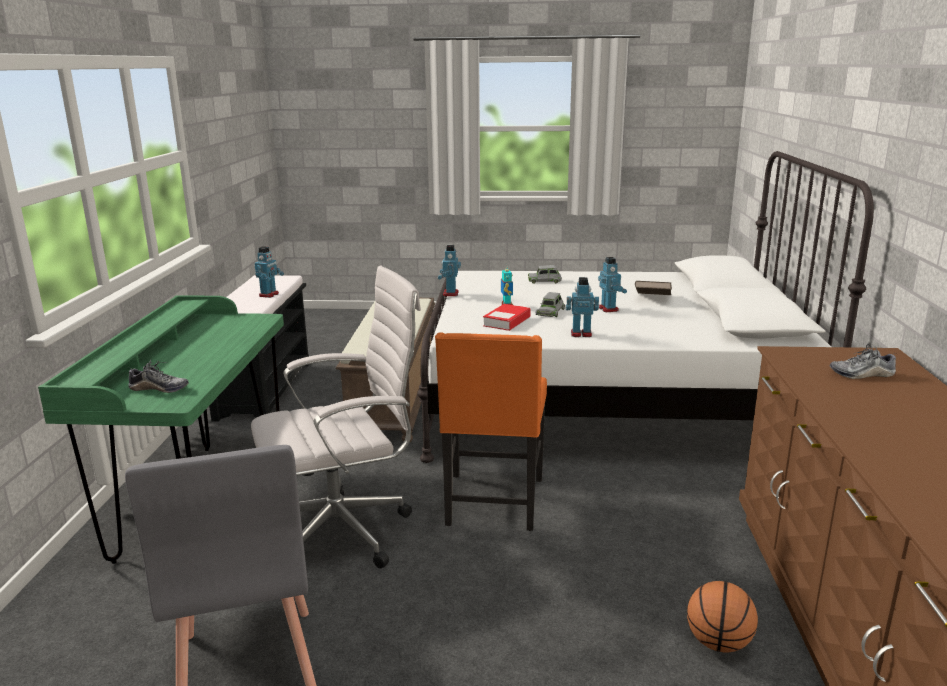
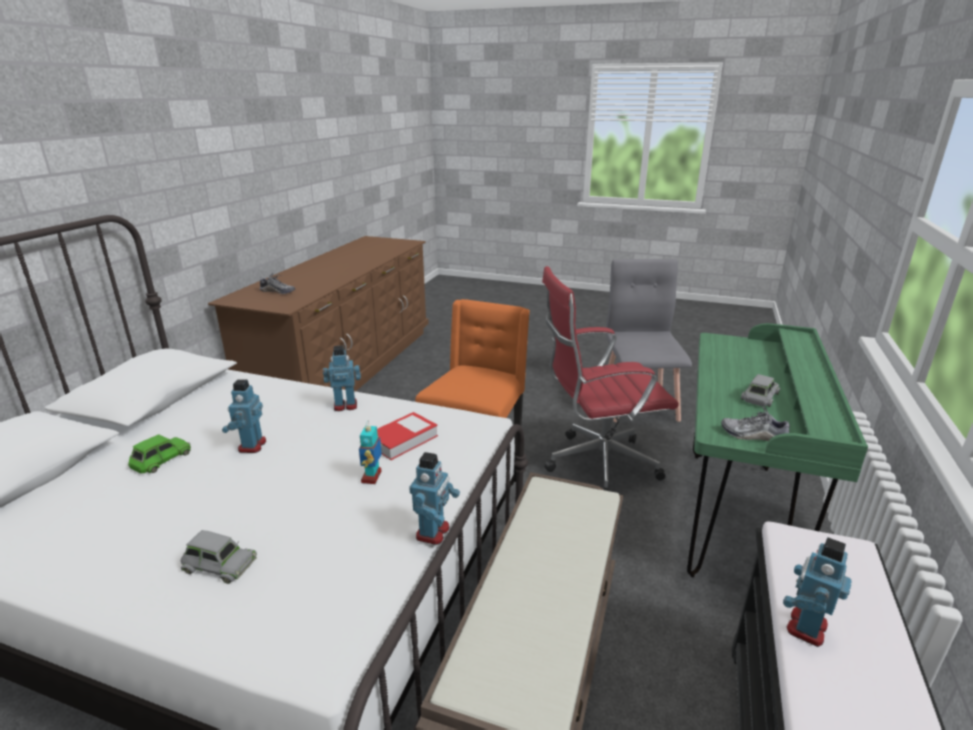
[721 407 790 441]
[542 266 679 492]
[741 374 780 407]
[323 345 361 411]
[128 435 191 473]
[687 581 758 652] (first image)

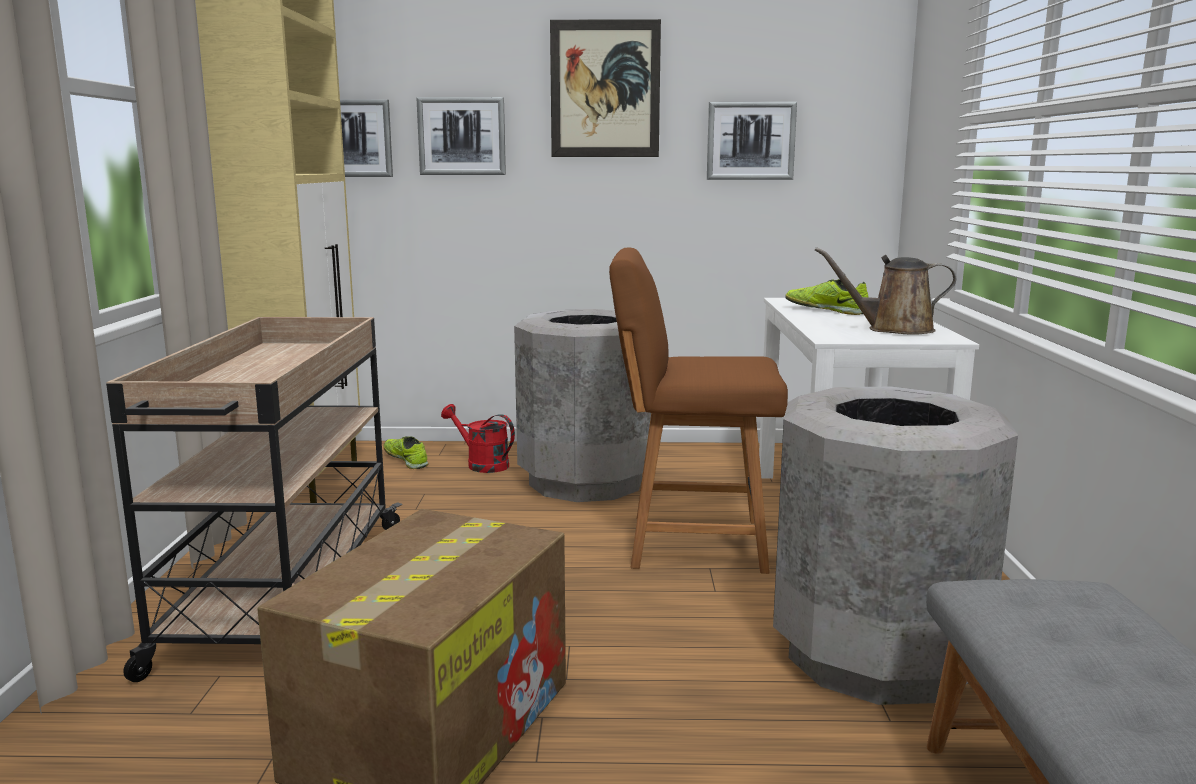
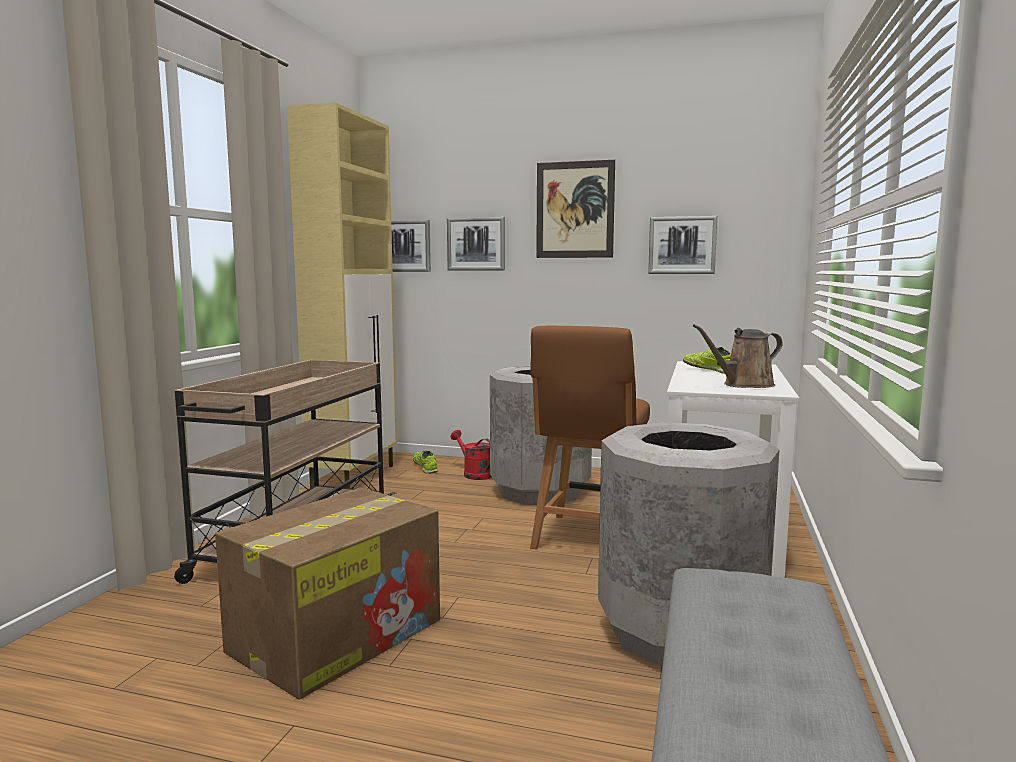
[530 326 650 549]
[693 324 783 388]

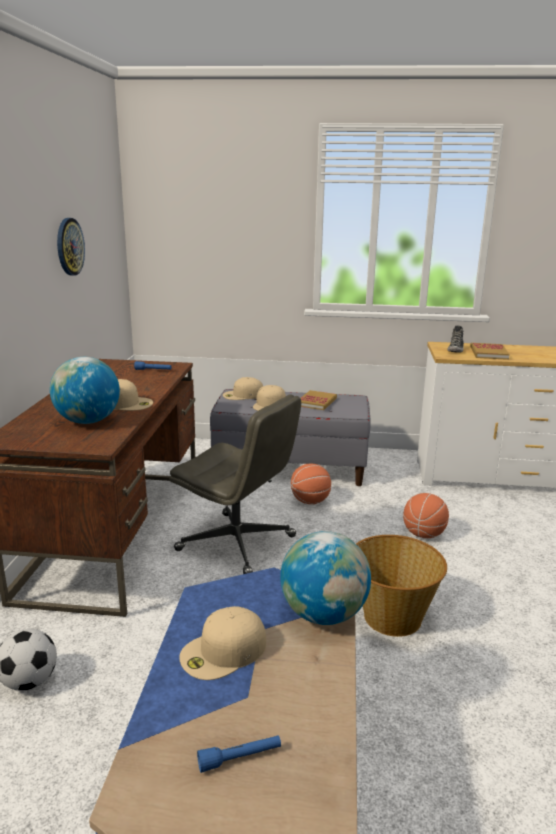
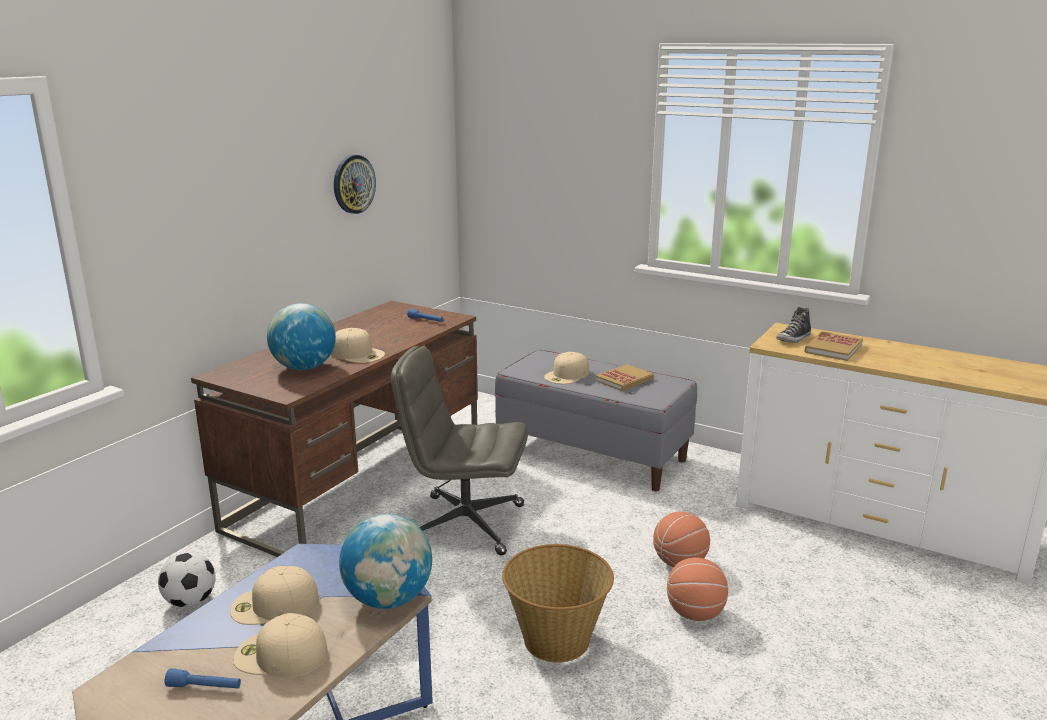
[391 346 528 555]
[233 613 328 678]
[667 557 728 621]

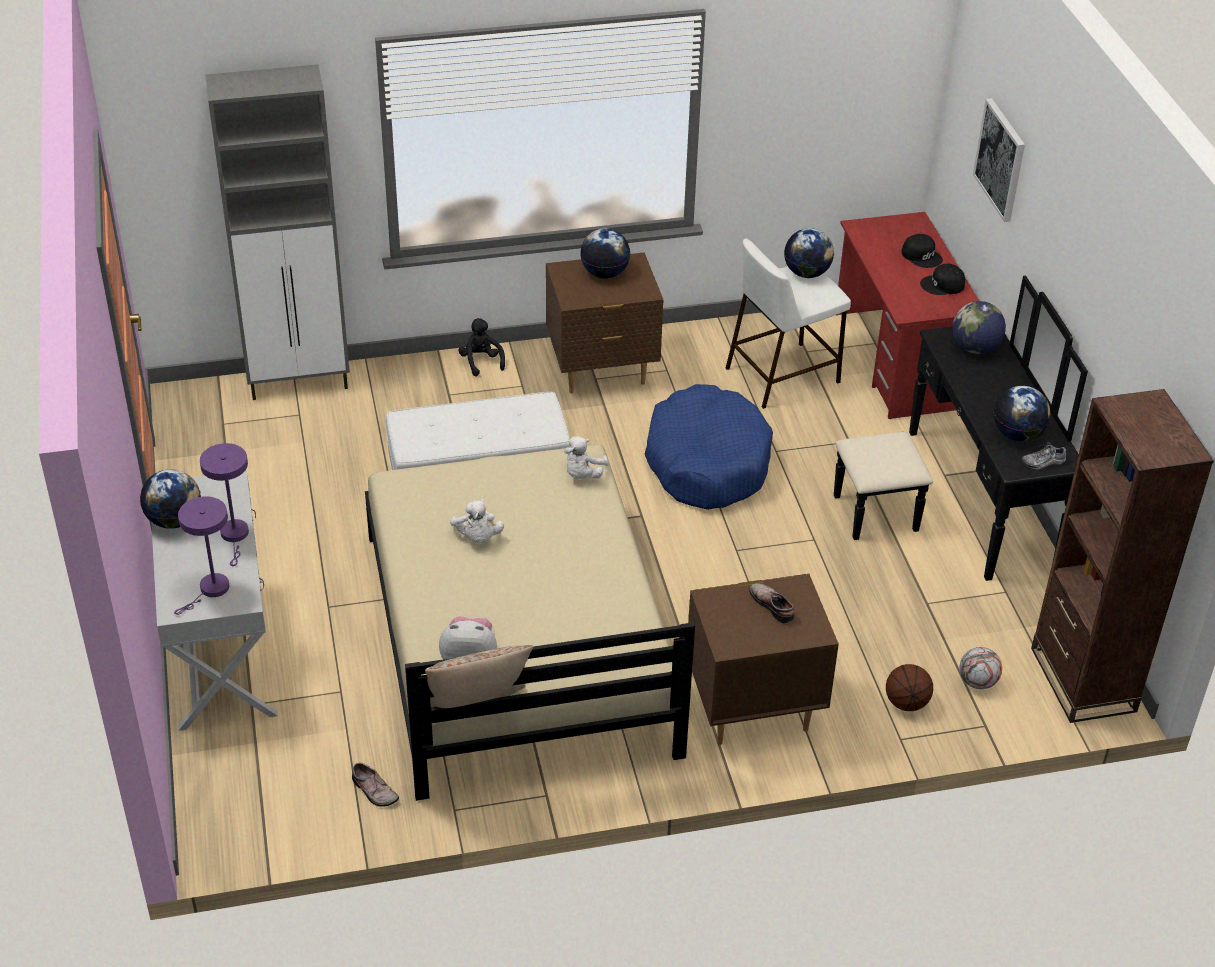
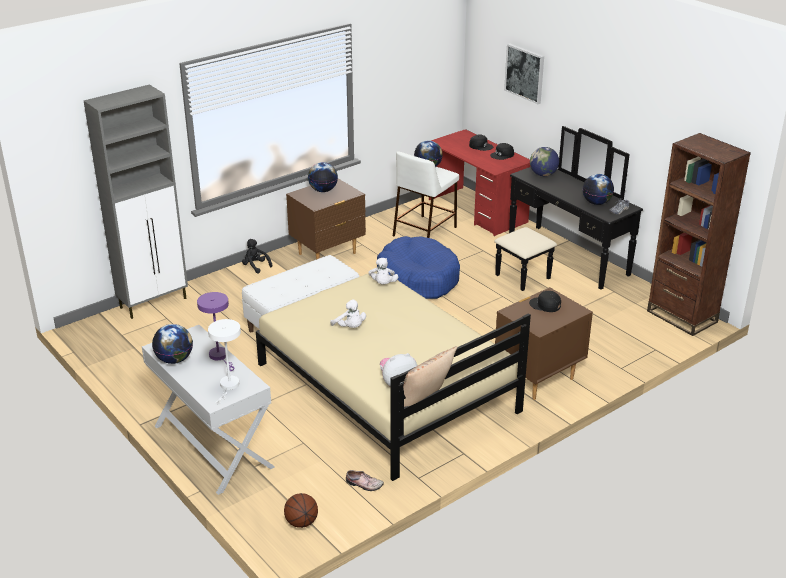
[208 319 241 404]
[529 291 561 312]
[284 493 318 528]
[960 647 1002 689] (first image)

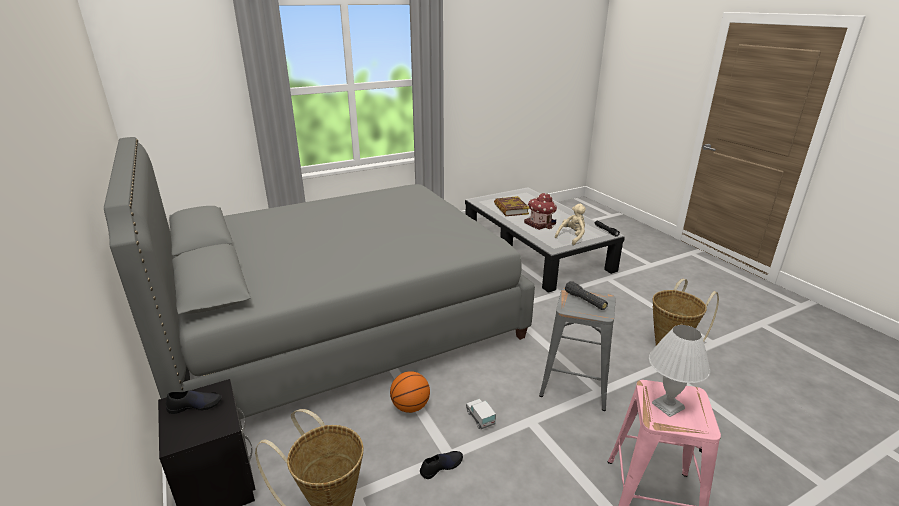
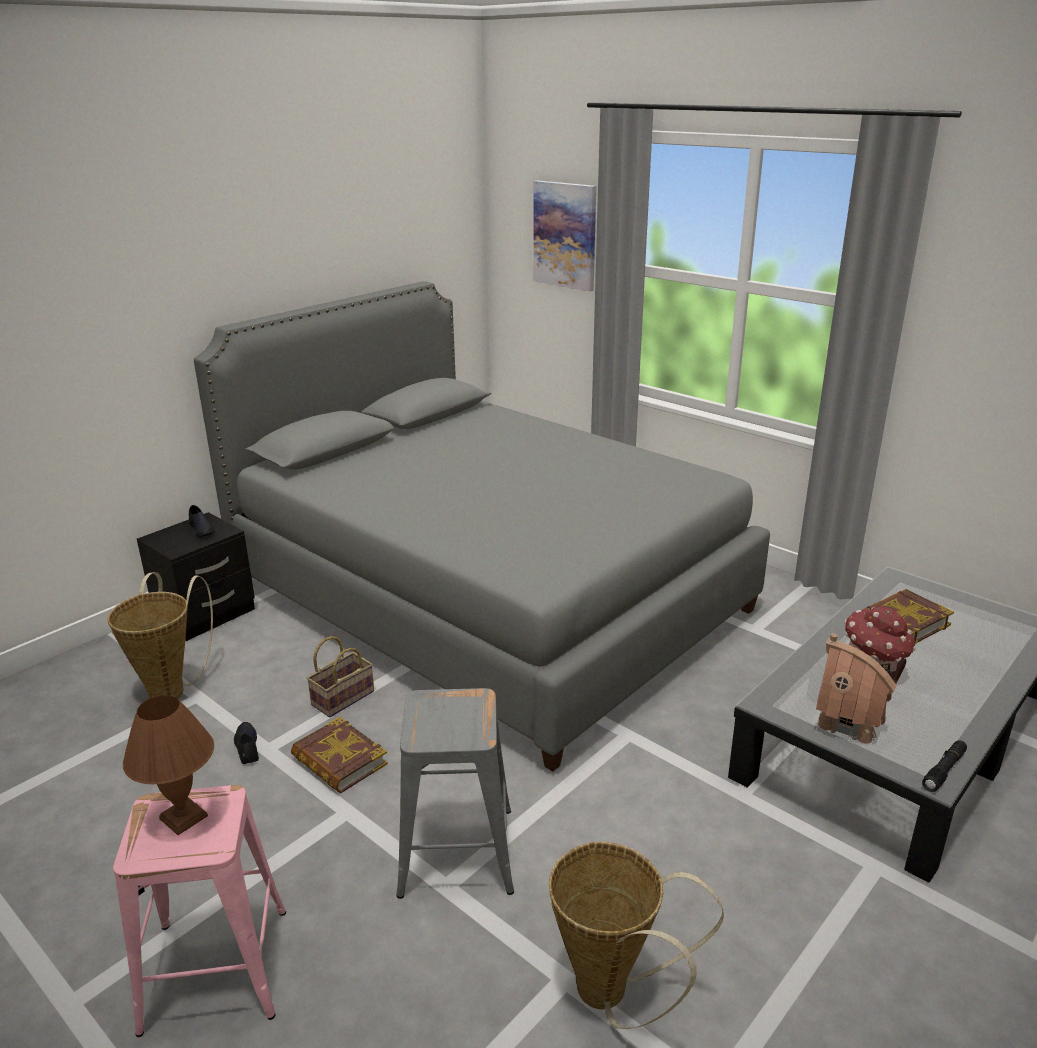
[306 636 374 717]
[234 722 259 764]
[291 717 388 794]
[815 633 897 743]
[565 281 608 310] (first image)
[123 695 214 835]
[533 180 596 292]

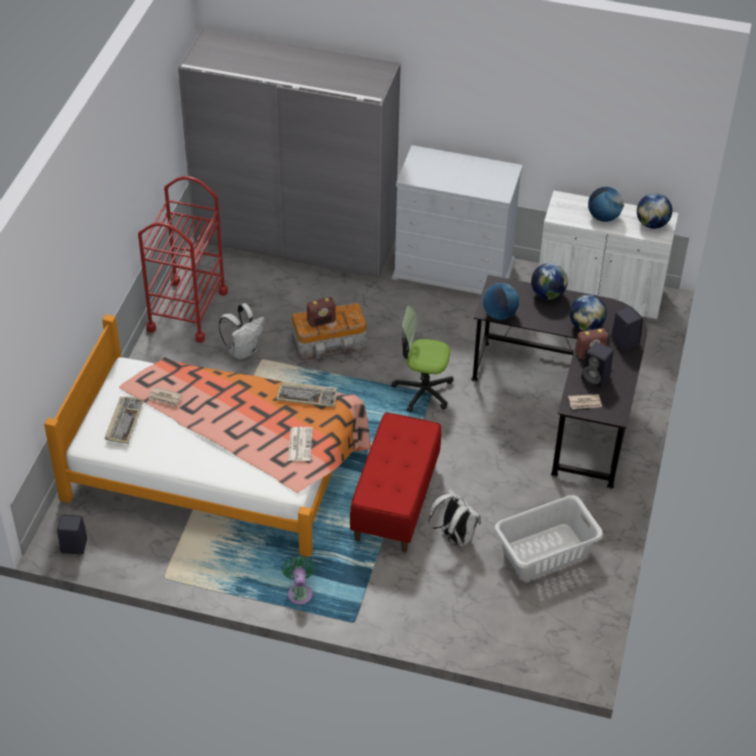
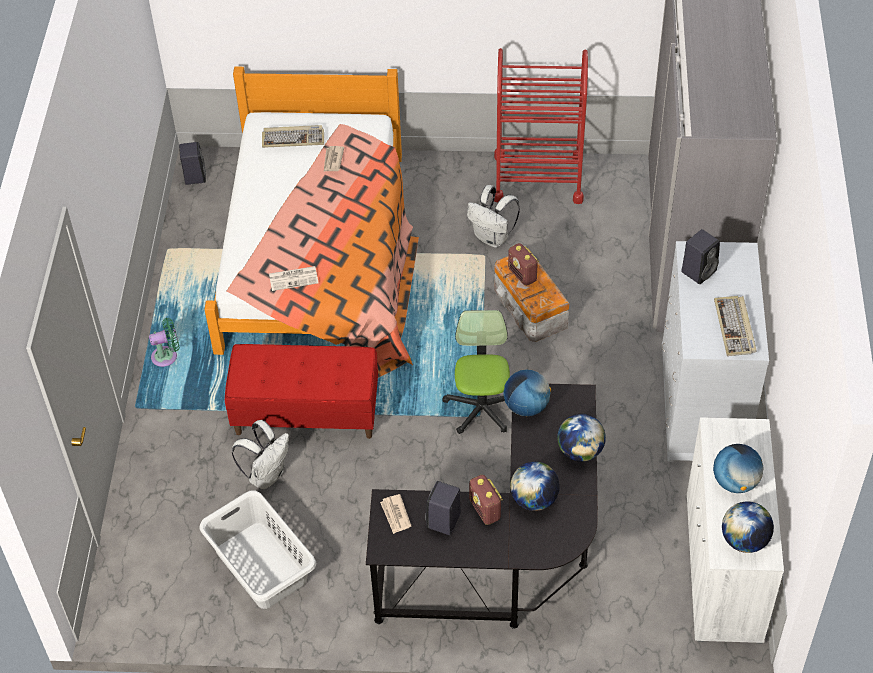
[714 296 757 356]
[681 229 720 284]

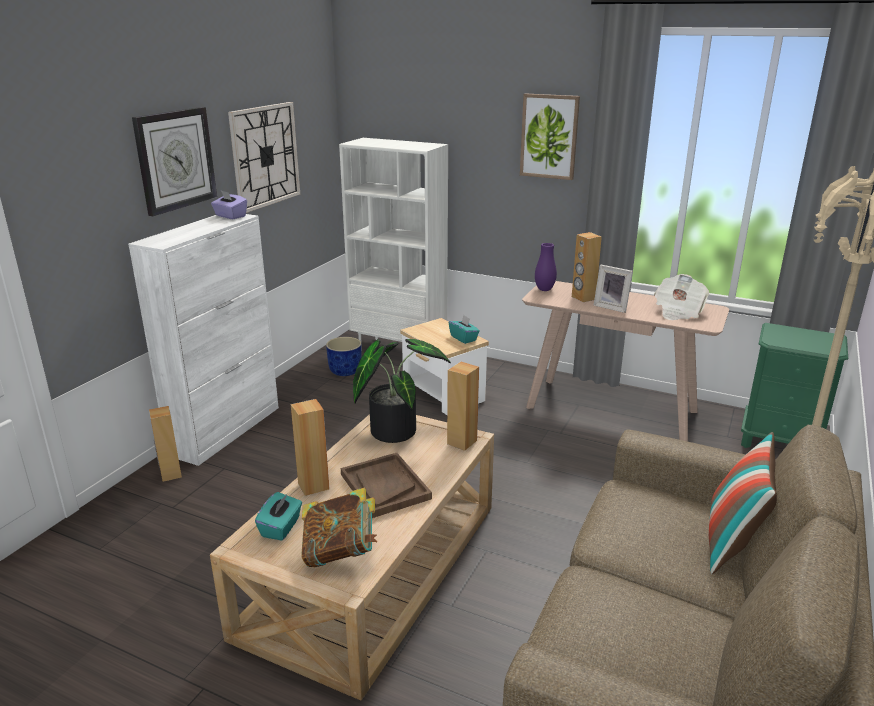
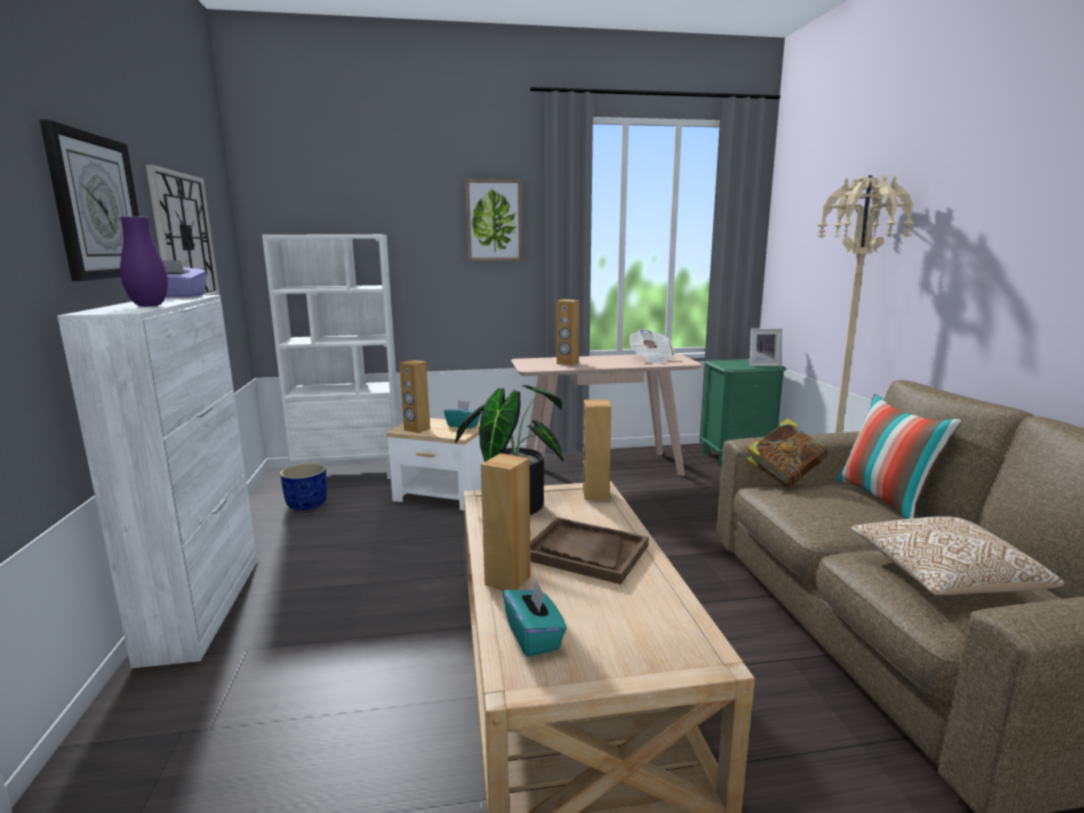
[400 360 430 433]
[746 418 828 488]
[120 216 168 307]
[750 328 782 366]
[850 516 1065 595]

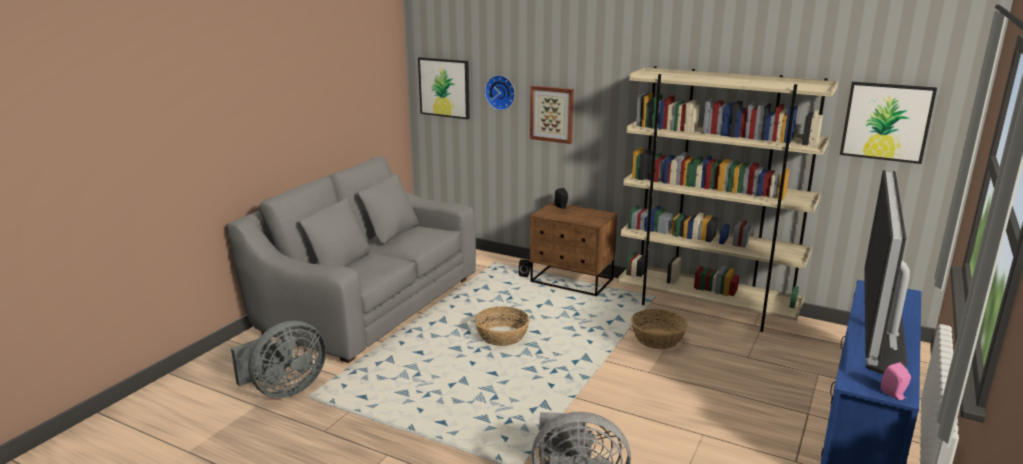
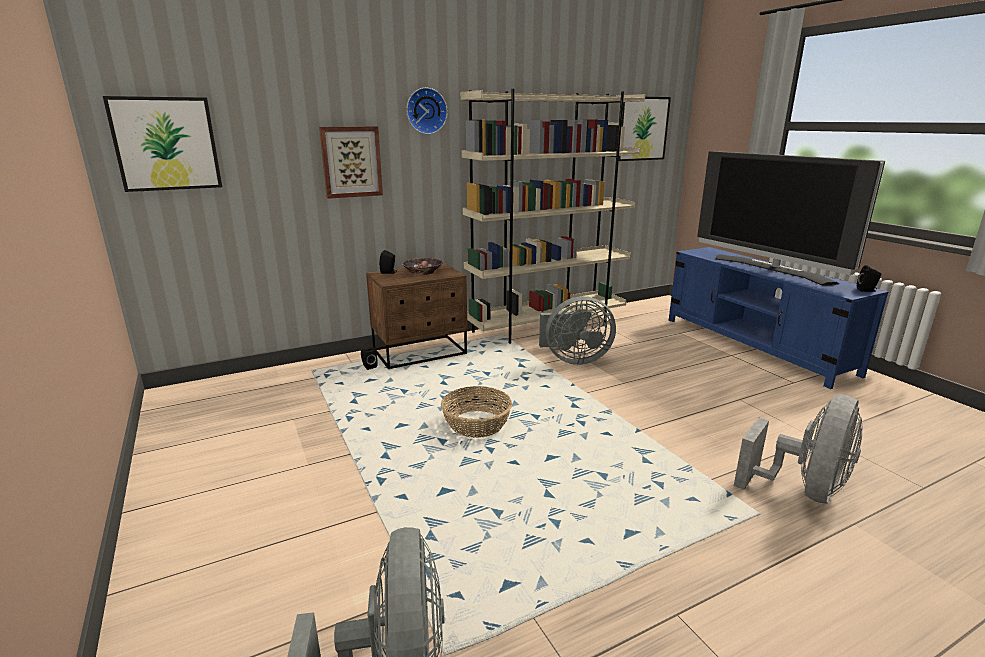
[227 156 476 363] (first image)
[406 88 448 134]
[539 296 616 365]
[857 265 881 292]
[402 258 443 275]

